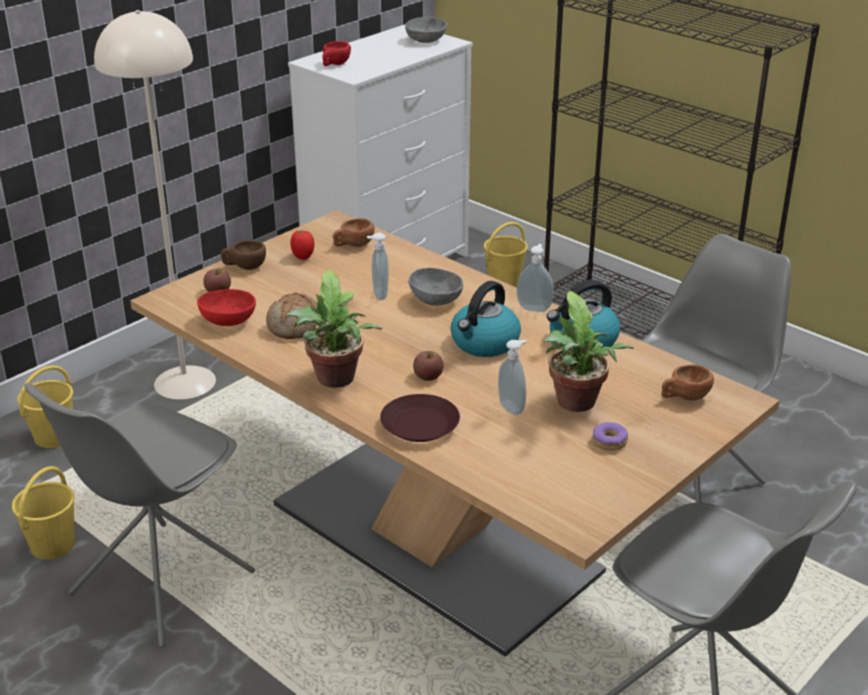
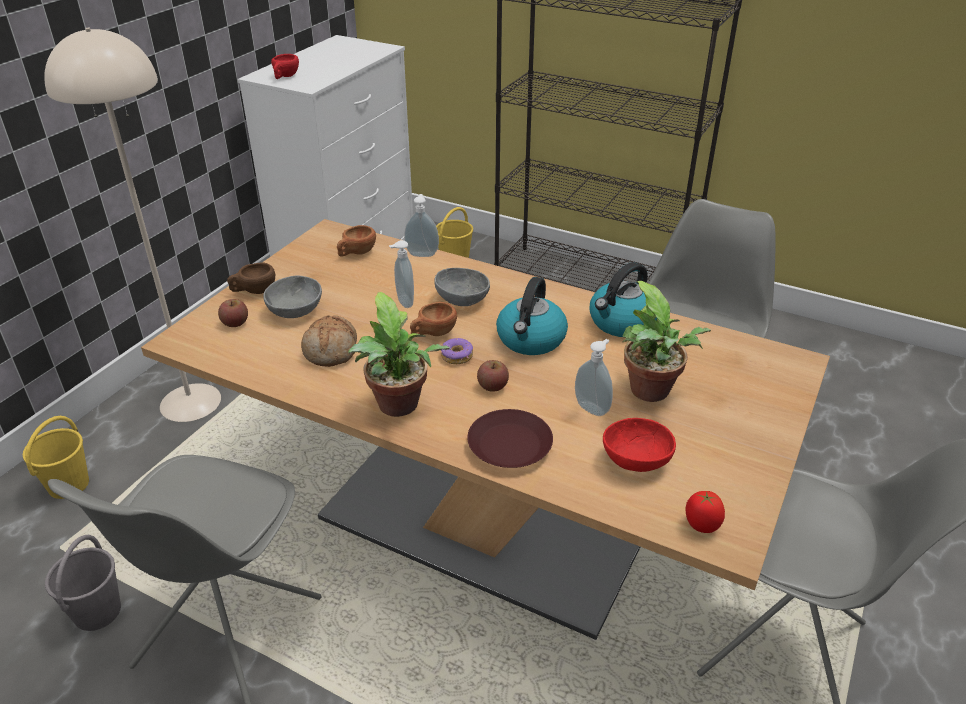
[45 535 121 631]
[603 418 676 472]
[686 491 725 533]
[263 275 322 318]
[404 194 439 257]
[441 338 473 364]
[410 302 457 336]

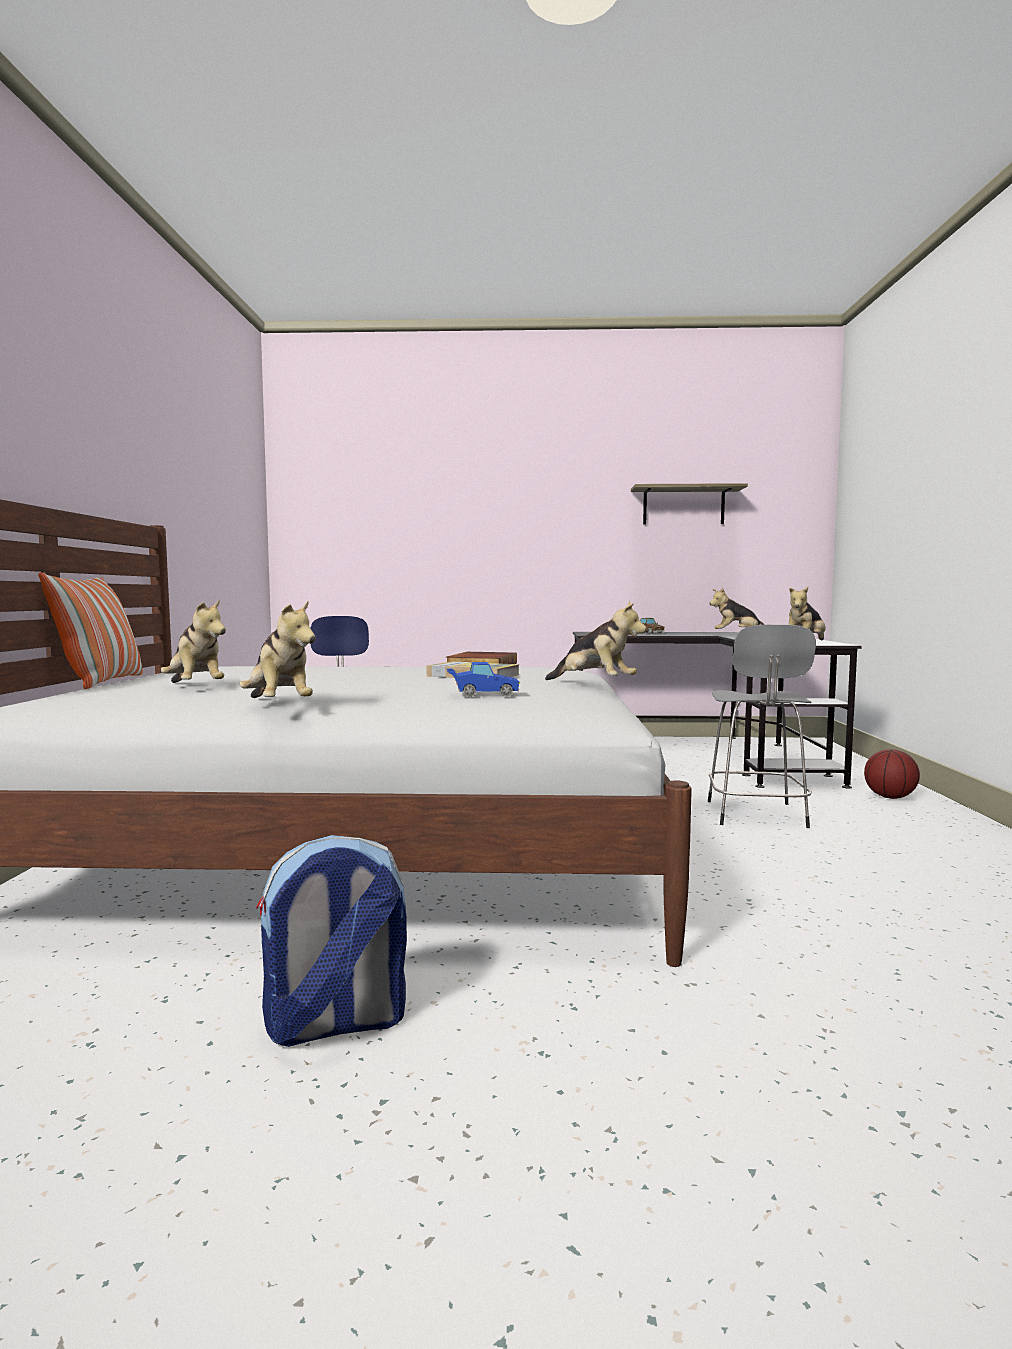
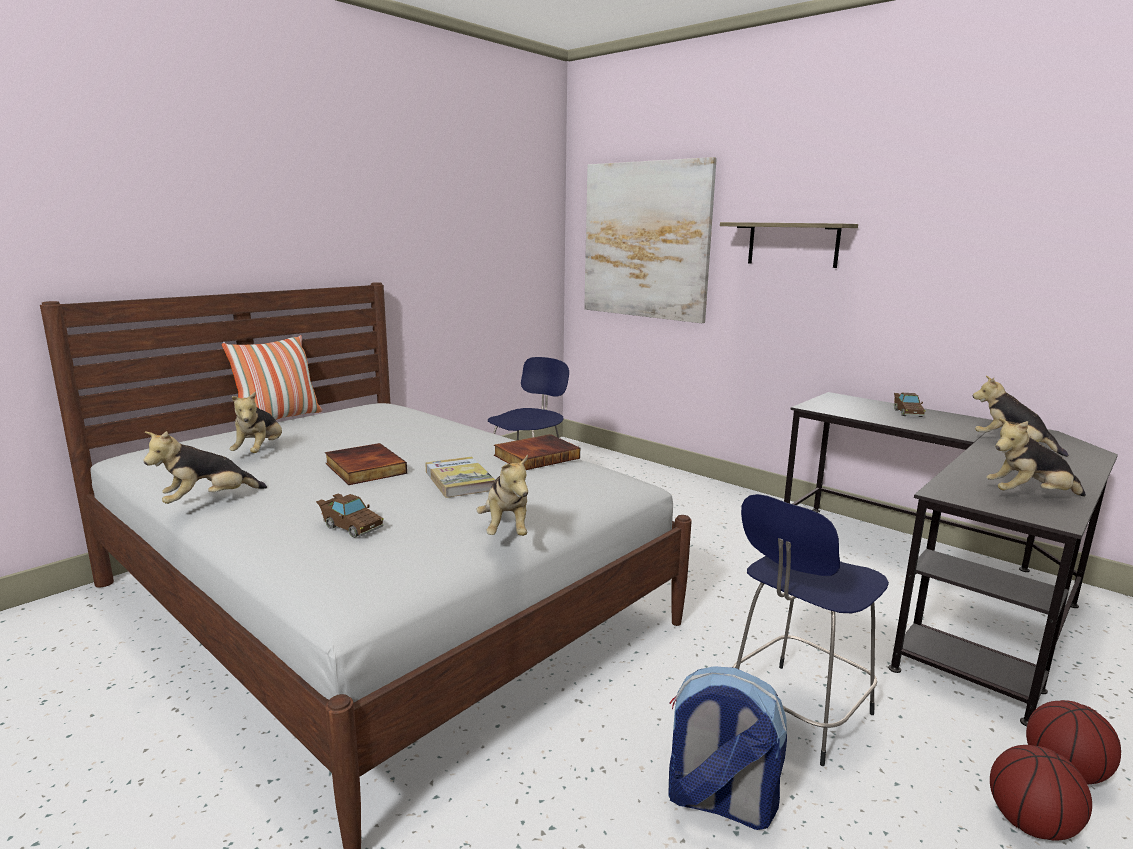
[143 431 267 504]
[668 666 787 830]
[316 494 384 538]
[720 222 858 268]
[732 494 889 766]
[325 443 407 485]
[584 157 717 323]
[990 745 1092 841]

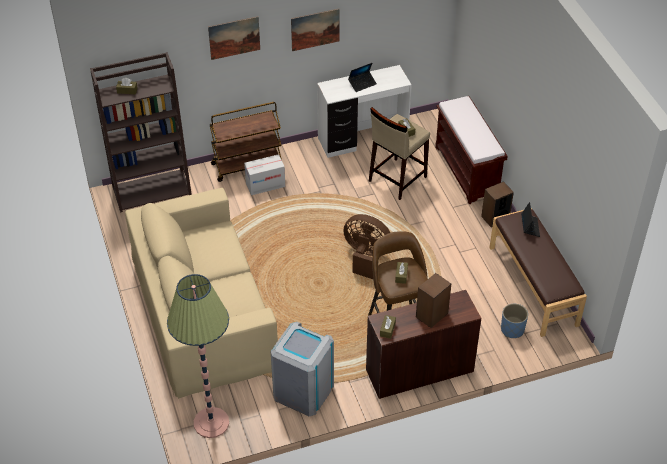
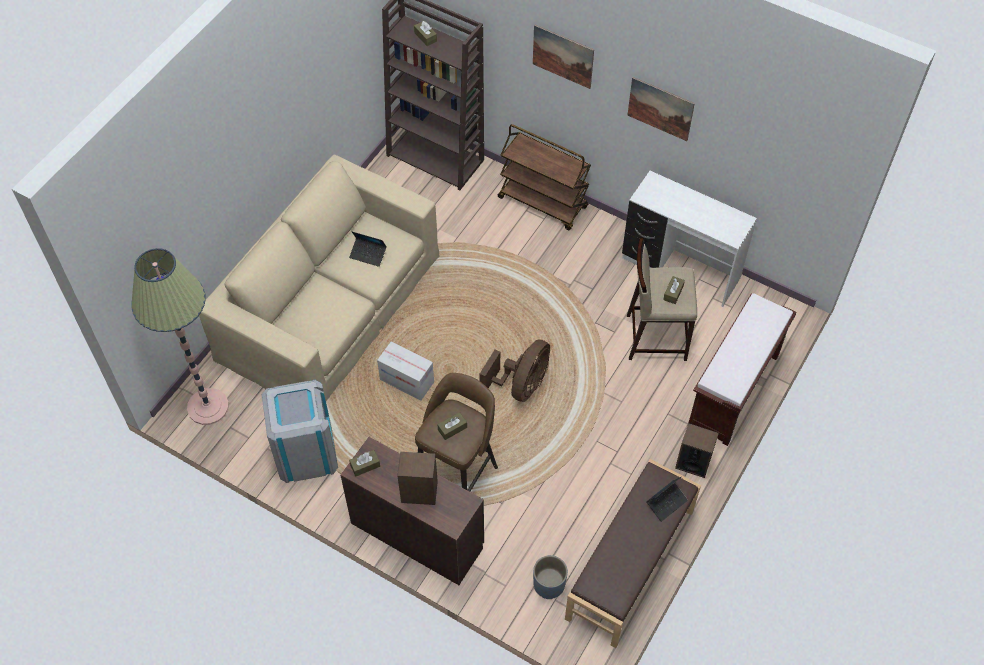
[377 342 434 401]
[479 340 550 402]
[349 232 387 267]

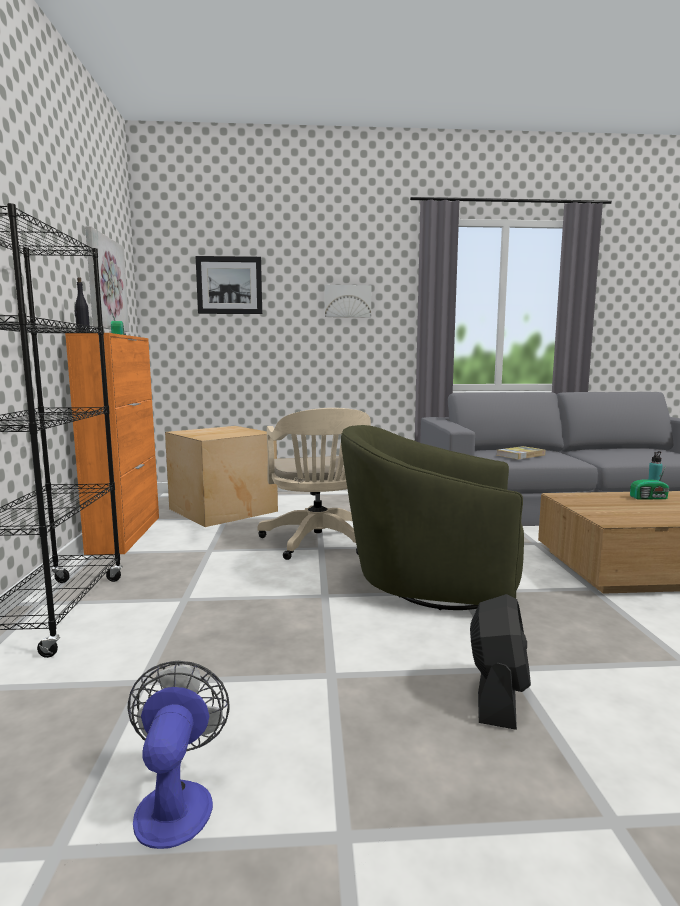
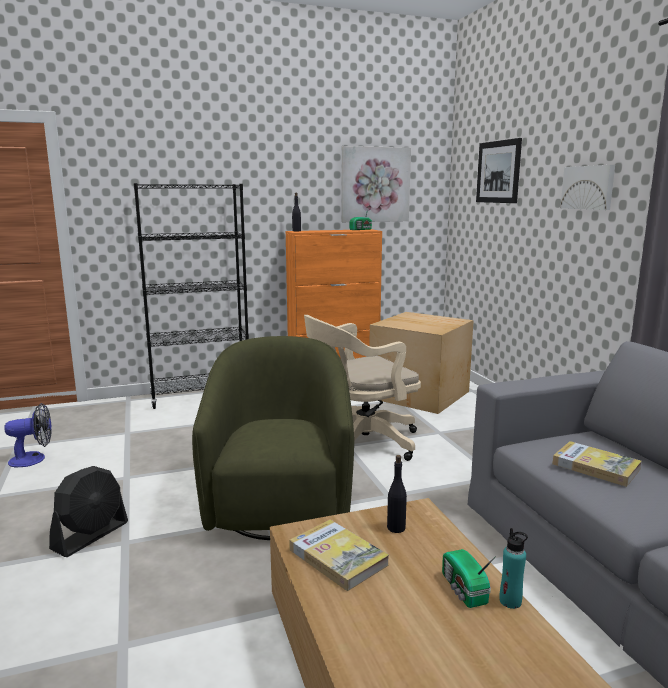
[49 466 128 557]
[289 520 389 591]
[387 455 407 533]

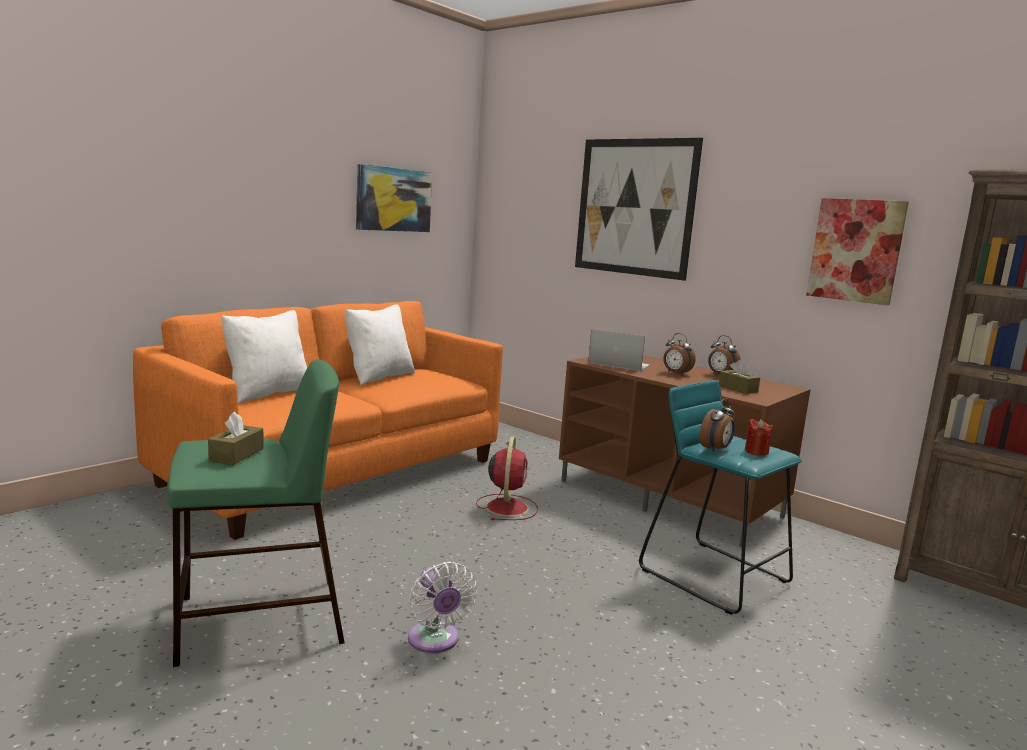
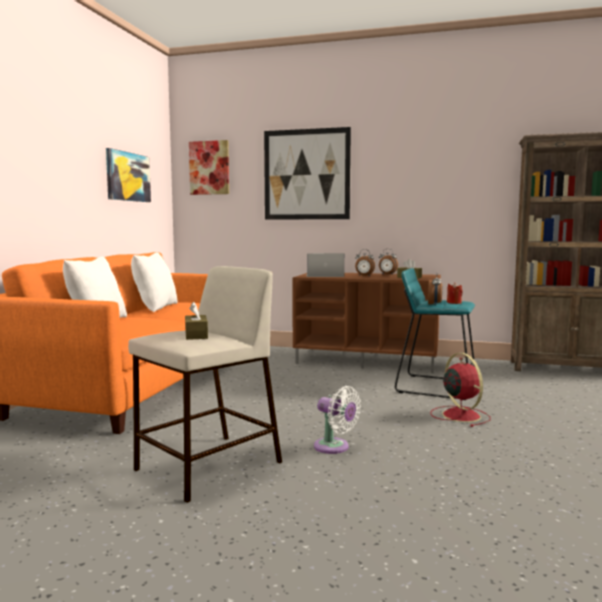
[128 266 282 503]
[430 353 491 427]
[189 140 229 195]

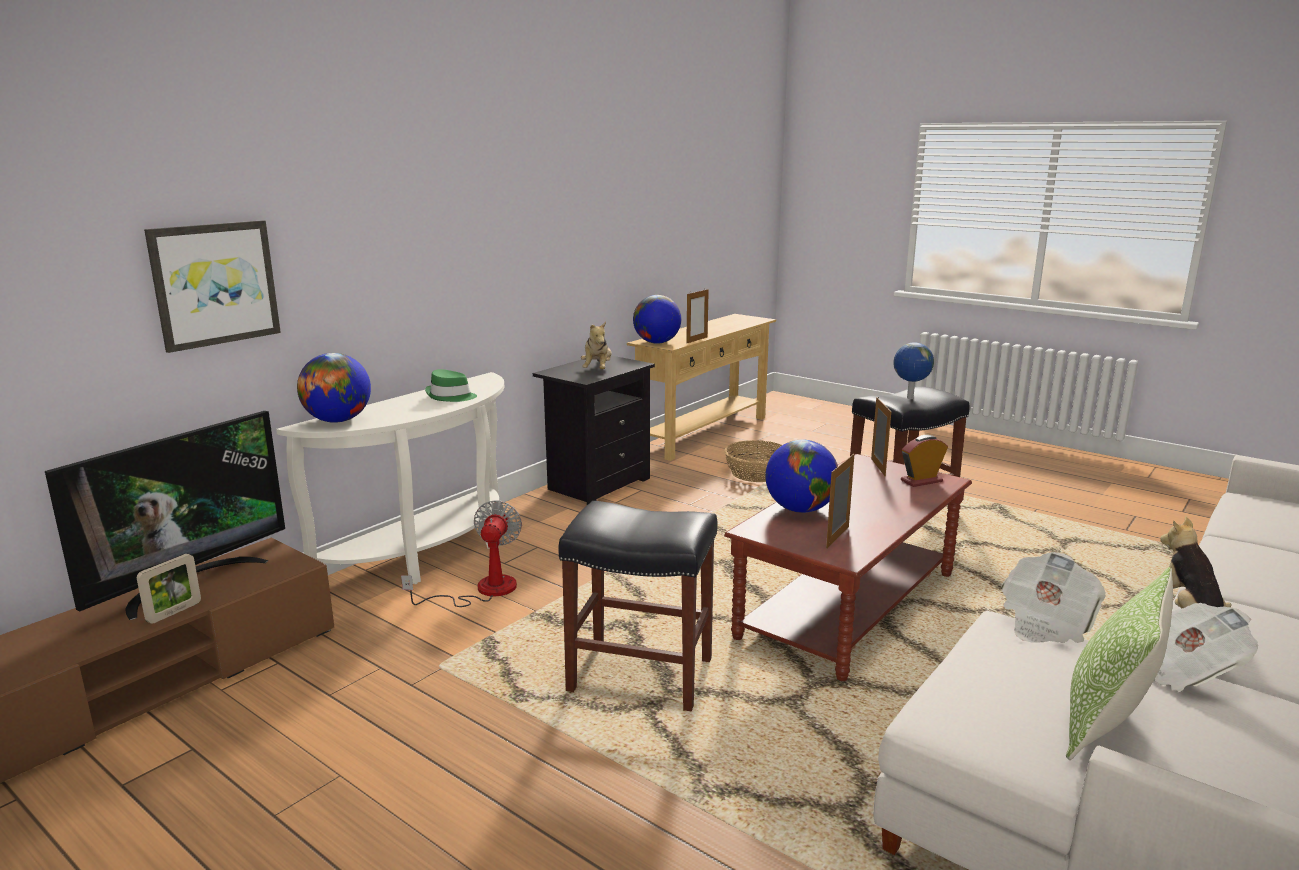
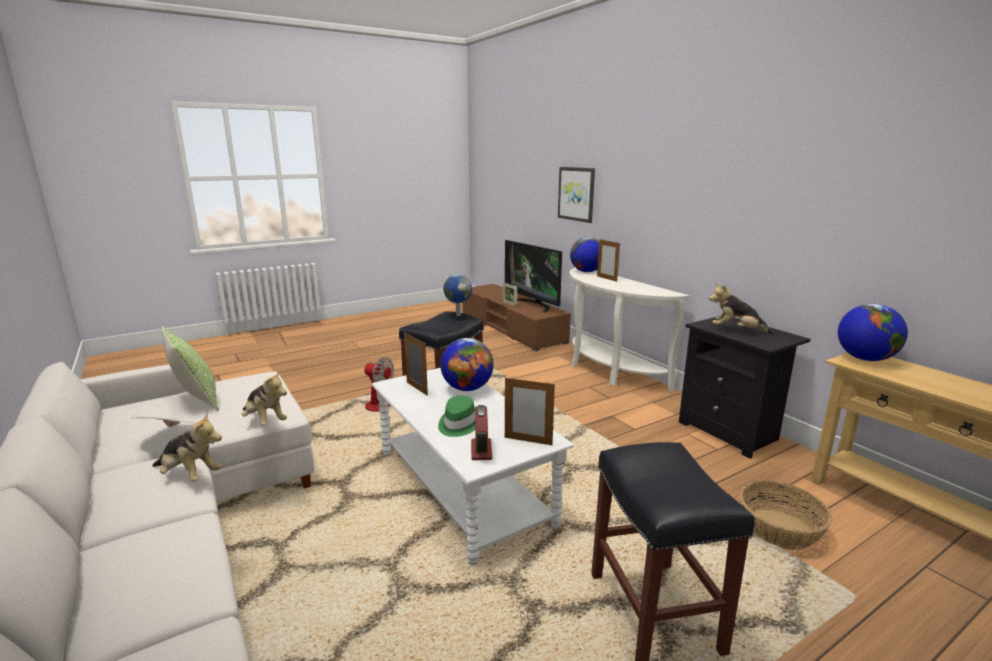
[363 357 394 412]
[438 396 475 437]
[597 238 620 282]
[372 368 574 565]
[443 274 472 316]
[241 370 287 426]

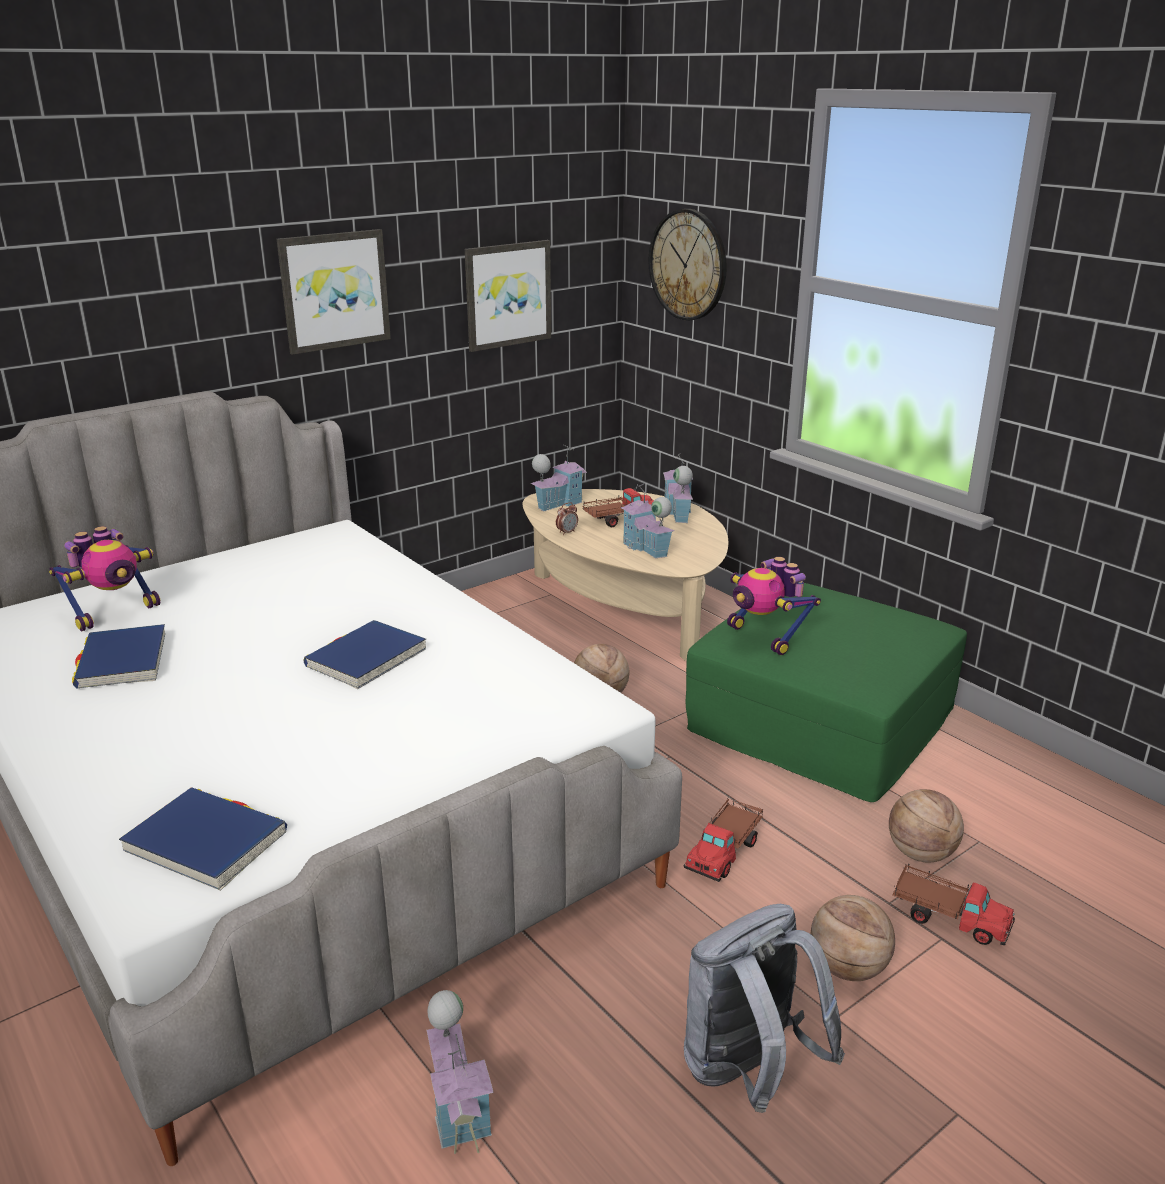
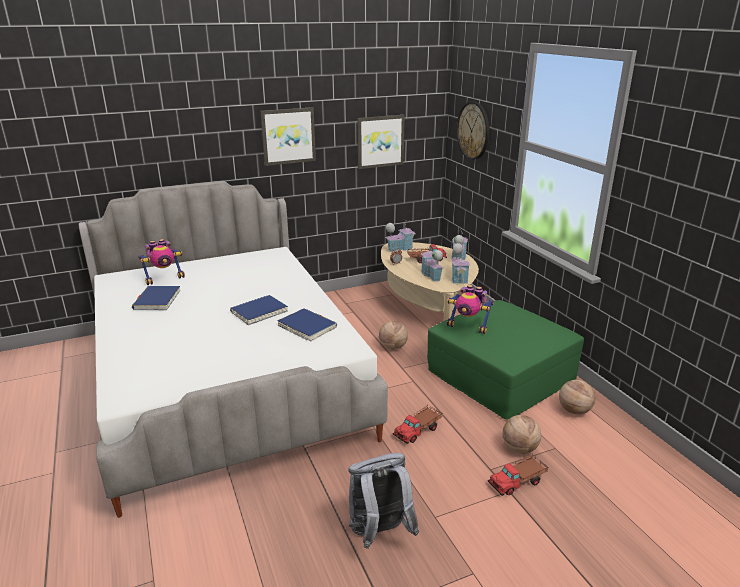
[277 308 337 342]
[451 243 470 285]
[447 285 494 334]
[559 380 595 415]
[488 454 548 496]

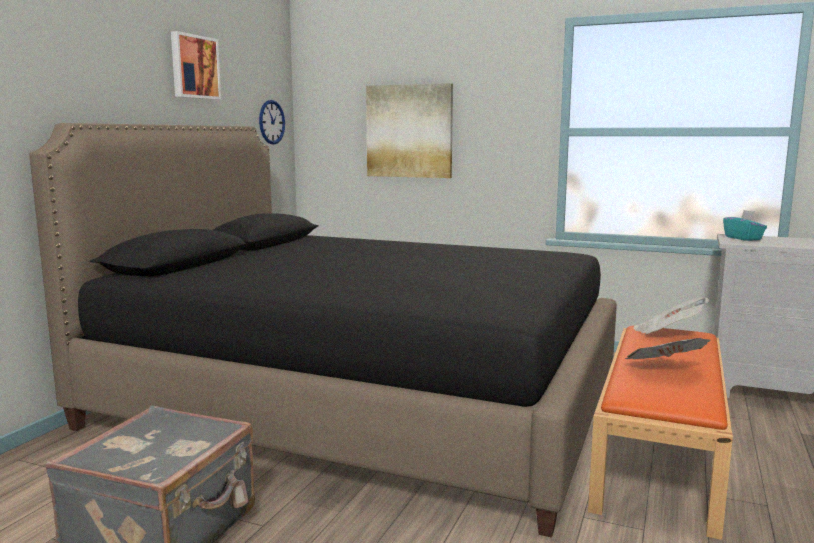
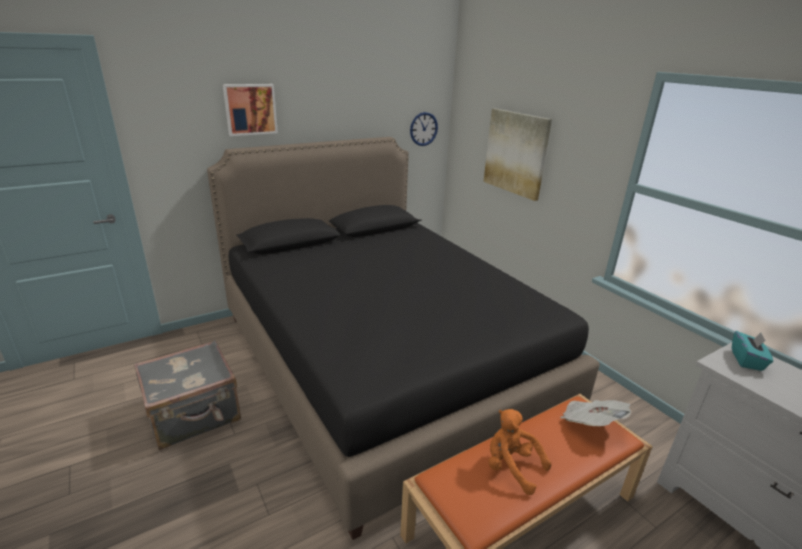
[223 84 278 136]
[488 409 551 495]

